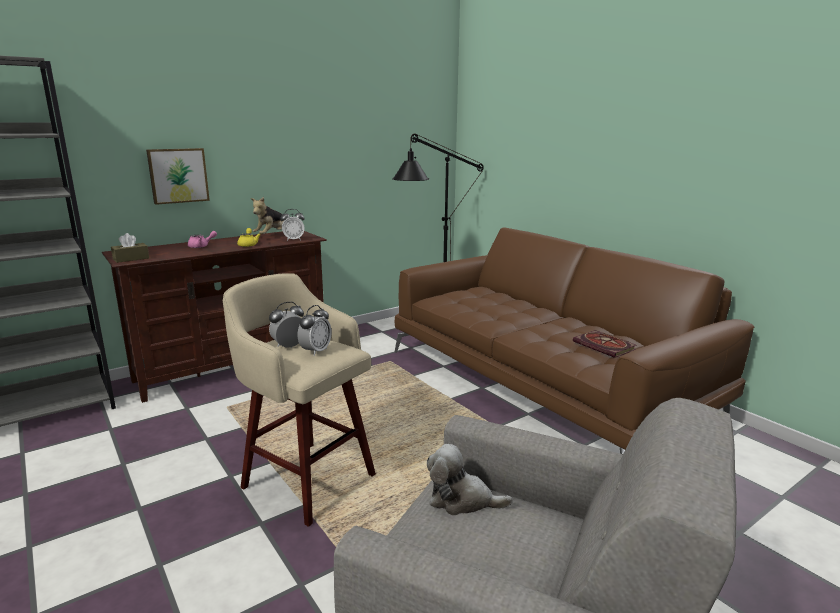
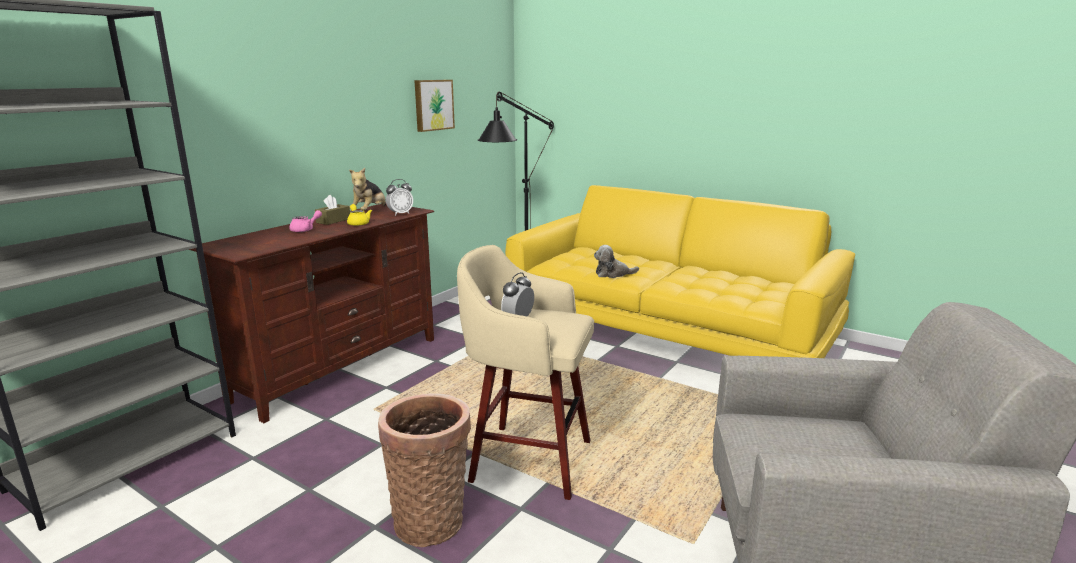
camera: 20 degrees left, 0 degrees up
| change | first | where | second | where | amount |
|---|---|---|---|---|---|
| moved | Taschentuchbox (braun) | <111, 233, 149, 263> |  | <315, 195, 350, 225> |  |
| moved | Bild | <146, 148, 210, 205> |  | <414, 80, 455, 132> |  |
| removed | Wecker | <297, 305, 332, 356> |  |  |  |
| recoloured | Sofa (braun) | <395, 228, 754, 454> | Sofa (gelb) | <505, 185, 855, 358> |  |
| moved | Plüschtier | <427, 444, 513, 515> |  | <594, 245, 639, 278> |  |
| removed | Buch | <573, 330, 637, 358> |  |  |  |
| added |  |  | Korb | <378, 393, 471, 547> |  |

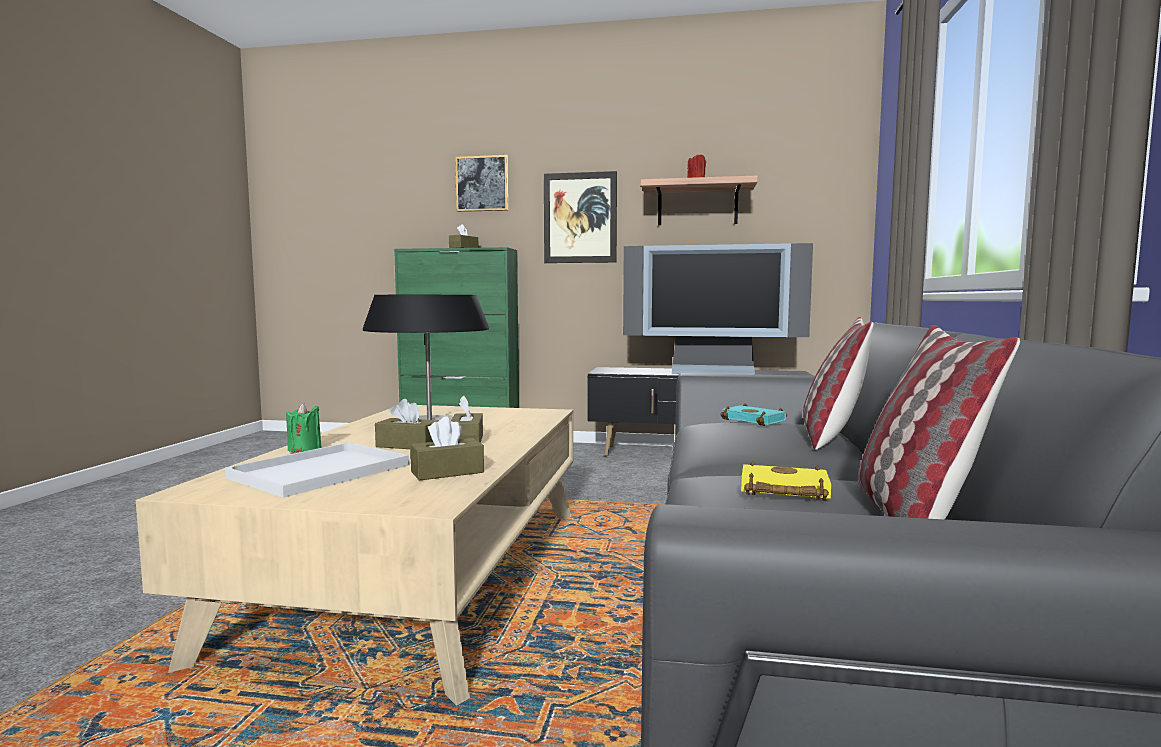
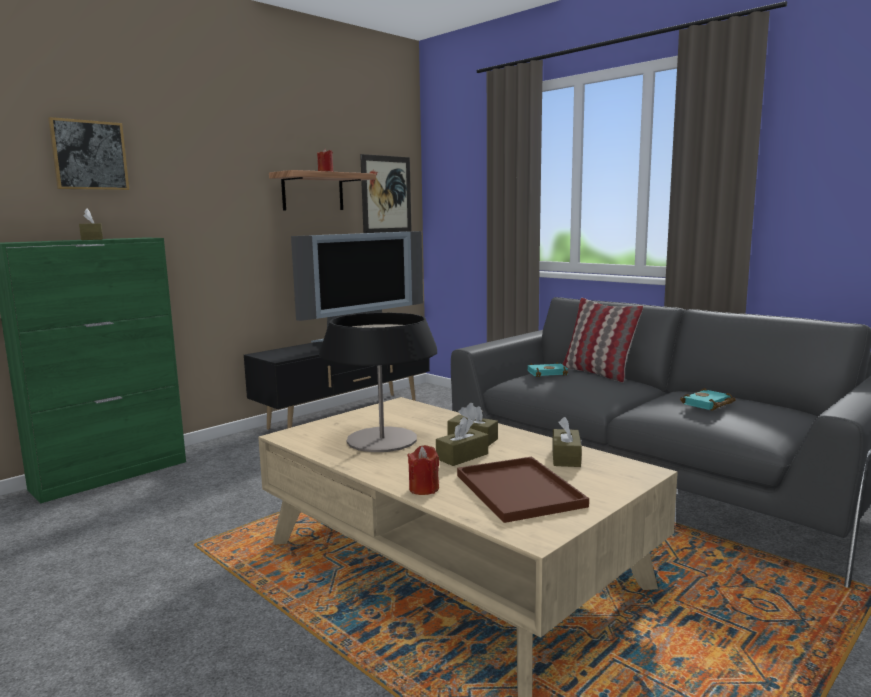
camera: 55 degrees left, 5 degrees up
| change | first | where | second | where | amount |
|---|---|---|---|---|---|
| recoloured | Tablett (weiß) | <225, 442, 409, 498> | Tablett (braun) | <457, 457, 589, 523> |  |
| recoloured | Kerze (grün) | <286, 403, 321, 452> | Kerze (rot) | <407, 445, 439, 495> |  |
| moved | Bild | <544, 171, 617, 263> |  | <360, 154, 412, 233> |  |
| recoloured | Buch (gelb) | <741, 461, 831, 501> | Buch (türkis) | <680, 388, 736, 411> |  |
| removed | Kissen | <858, 325, 1020, 519> |  |  |  |

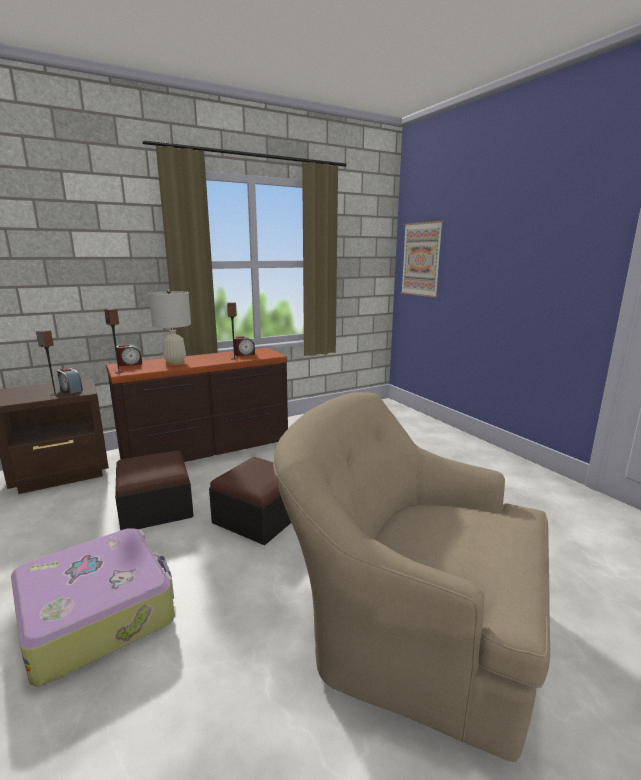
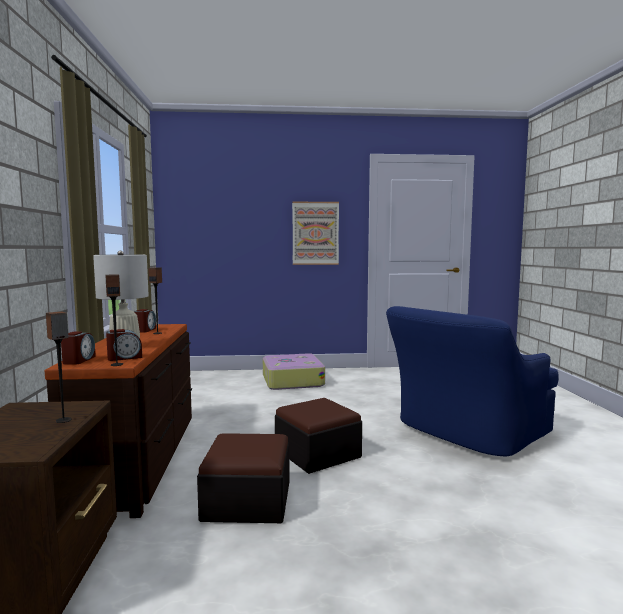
camera: 65 degrees left, 10 degrees down
| change | first | where | second | where | amount |
|---|---|---|---|---|---|
| moved | Koffer | <11, 528, 175, 687> |  | <263, 353, 325, 390> |  |
| moved | Wecker | <57, 368, 83, 394> |  | <106, 329, 142, 361> |  |
| recoloured | Sessel (beige) | <273, 392, 550, 762> | Sessel (blau) | <386, 306, 559, 457> |  |
| moved | Bild | <401, 221, 443, 297> |  | <292, 202, 339, 265> |  |

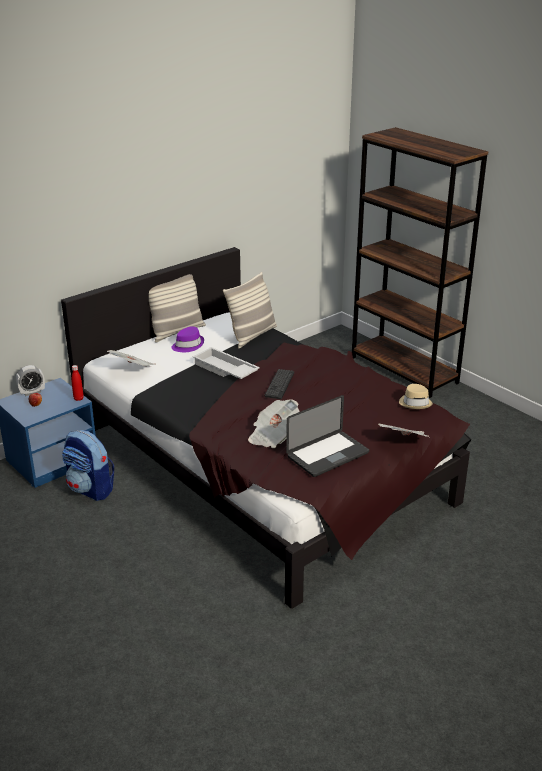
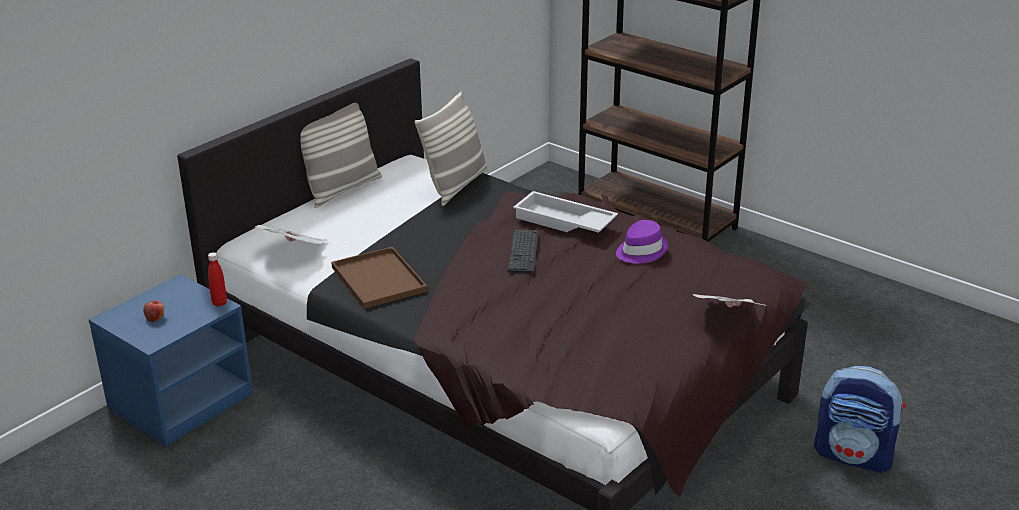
camera: 10 degrees left, 0 degrees up
| change | first | where | second | where | amount |
|---|---|---|---|---|---|
| removed | Wecker | <16, 365, 45, 396> |  |  |  |
| moved | Rucksack | <62, 430, 114, 501> |  | <814, 366, 906, 473> |  |
| moved | Hut (lila) | <171, 326, 204, 352> |  | <616, 220, 668, 263> |  |
| moved | Tablett (weiß) | <193, 347, 260, 379> |  | <513, 191, 618, 233> |  |
| removed | Zeitung | <248, 399, 300, 448> |  |  |  |
| removed | Laptop | <286, 395, 369, 477> |  |  |  |
| removed | Hut (beige) | <399, 384, 433, 409> |  |  |  |
| added |  |  | Tablett (braun) | <331, 247, 428, 309> |  |

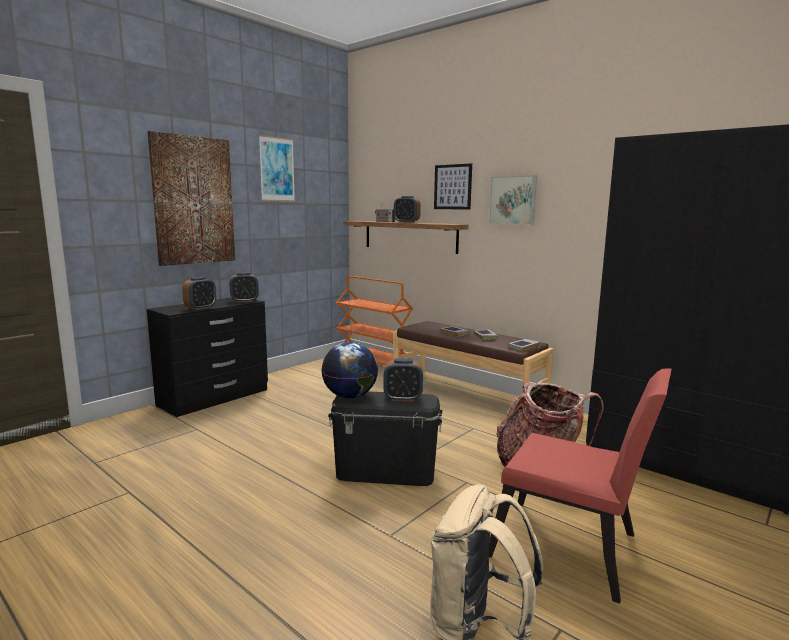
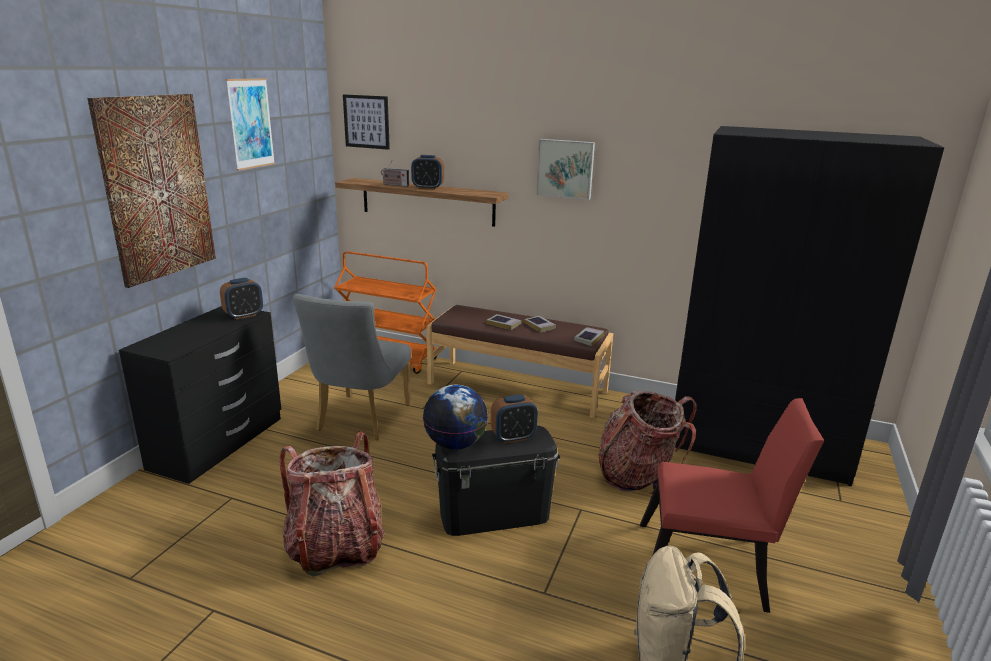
camera: 20 degrees left, 10 degrees up
| change | first | where | second | where | amount |
|---|---|---|---|---|---|
| removed | Wecker | <182, 277, 216, 310> |  |  |  |
| moved | Bild | <434, 163, 472, 210> |  | <343, 94, 390, 150> |  |
| added |  |  | Rucksack | <280, 431, 385, 577> |  |
| added |  |  | Stuhl (grau) | <293, 294, 411, 440> |  |

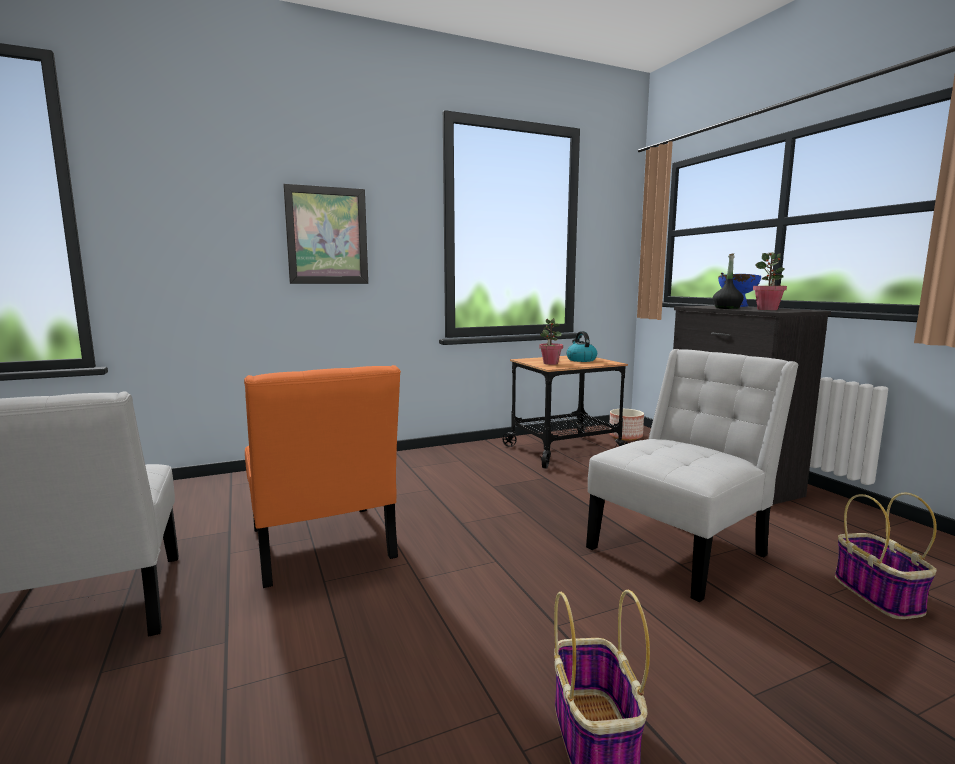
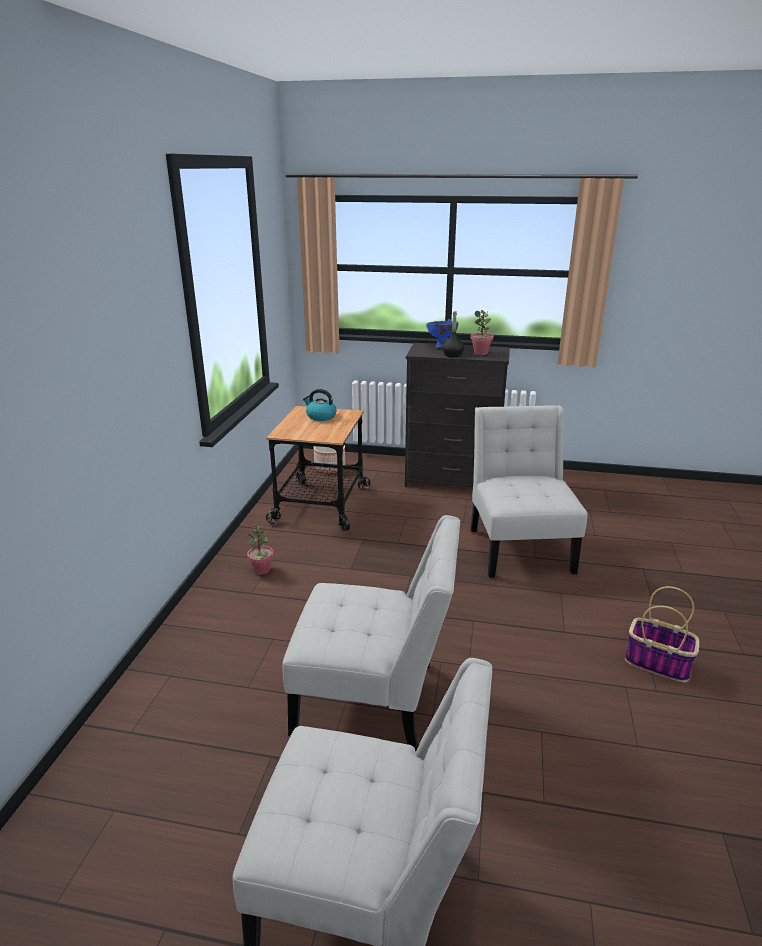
camera: 55 degrees left, 15 degrees up
| change | first | where | second | where | amount |
|---|---|---|---|---|---|
| recoloured | Stuhl (orange) | <244, 365, 401, 588> | Stuhl (weiß) | <282, 515, 460, 751> |  |
| removed | Bild | <283, 184, 368, 284> |  |  |  |
| moved | Topfpflanze | <539, 318, 563, 365> |  | <247, 524, 274, 575> |  |
| removed | Korb | <835, 493, 937, 619> |  |  |  |

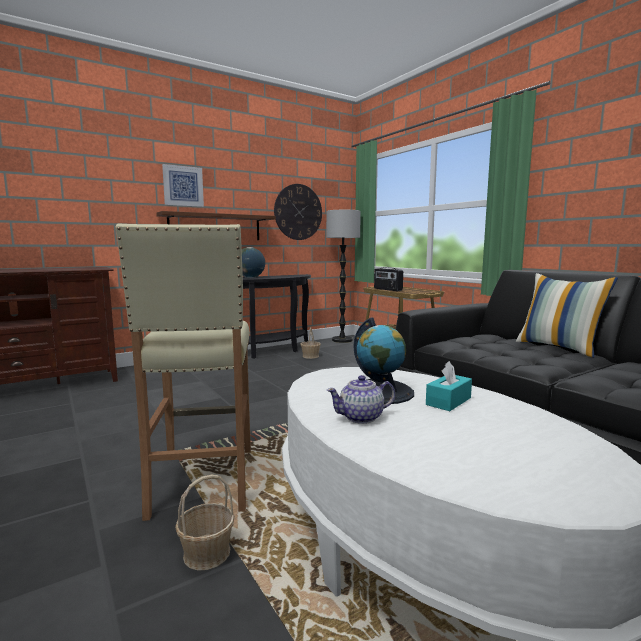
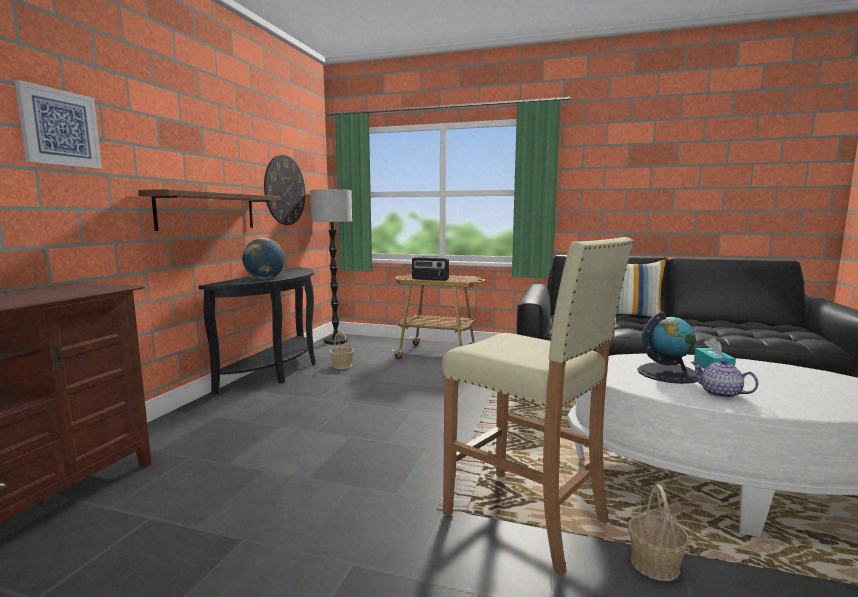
camera: 40 degrees left, 0 degrees up
| change | first | where | second | where | amount |
|---|---|---|---|---|---|
| moved | Bild | <162, 164, 204, 207> |  | <15, 80, 102, 169> |  |
| turned | Teekanne | <326, 375, 395, 424> |  | <691, 359, 758, 398> | 105 degrees clockwise |

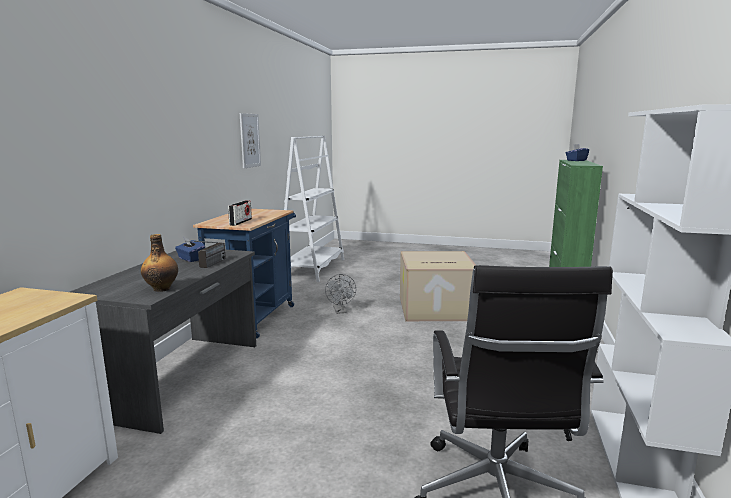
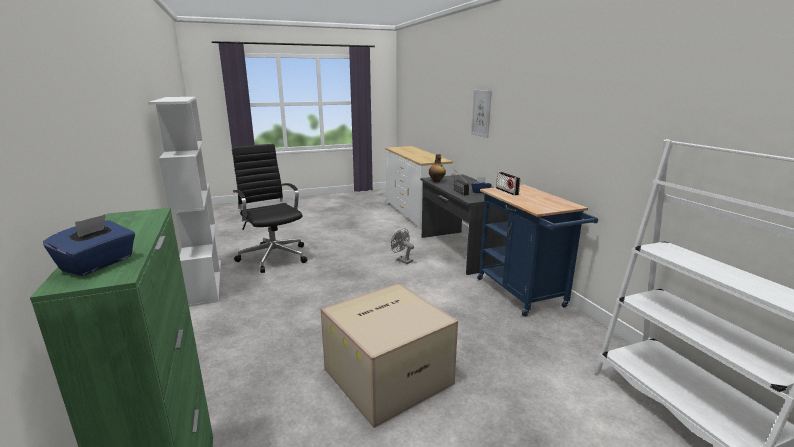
camera: 145 degrees right, 5 degrees up
| change | first | where | second | where | amount |
|---|---|---|---|---|---|
| moved | Bild | <240, 113, 261, 168> |  | <471, 90, 492, 138> |  |
| moved | Ventilator (grau) | <325, 274, 356, 314> |  | <391, 229, 414, 264> |  |

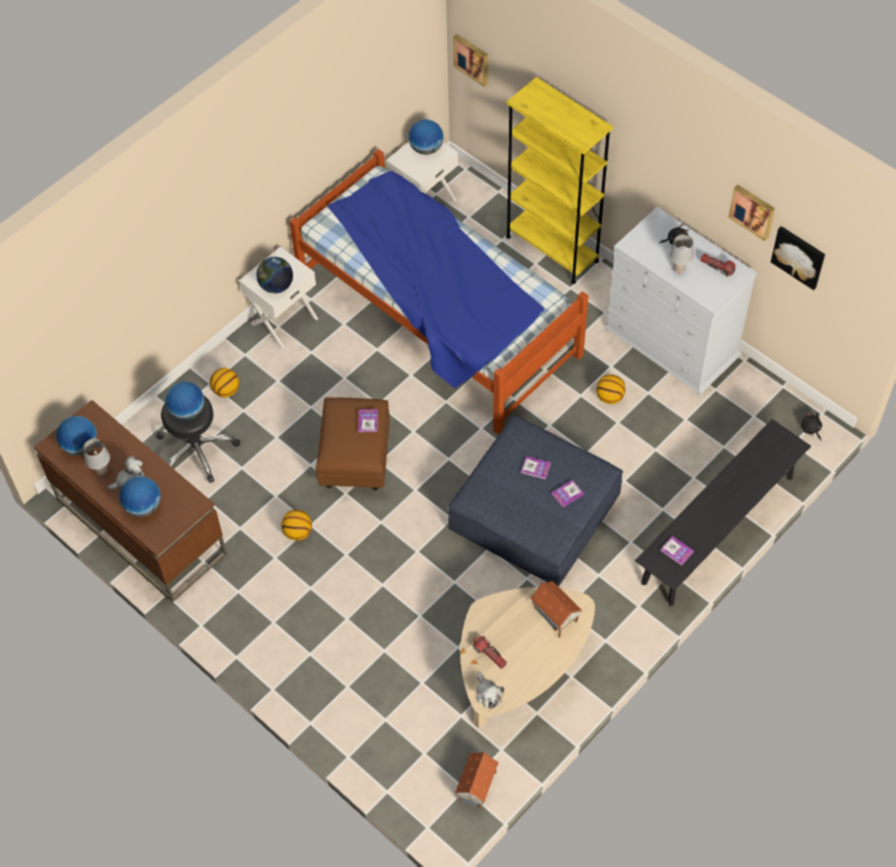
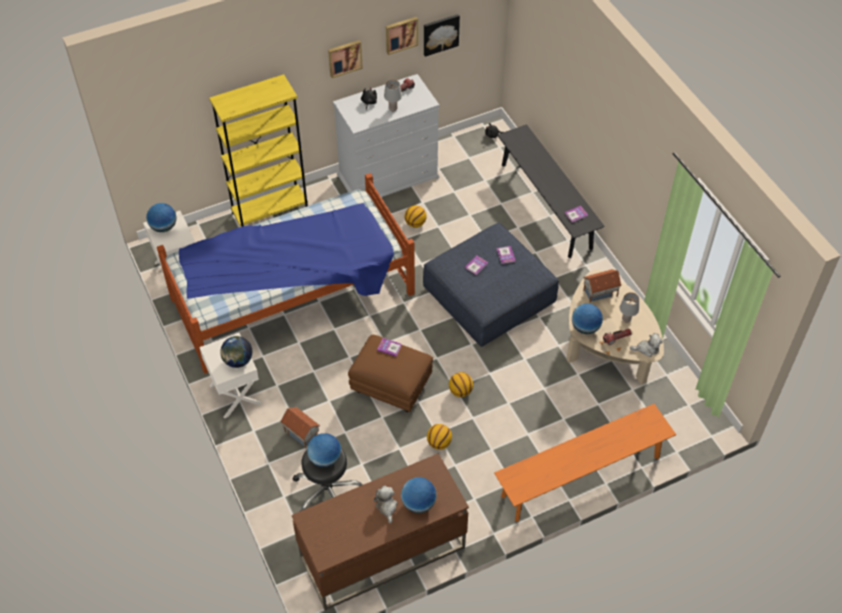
camera: 70 degrees left, 5 degrees down
| change | first | where | second | where | amount |
|---|---|---|---|---|---|
| moved | Globus | <56, 416, 97, 456> |  | <572, 303, 603, 334> |  |
| moved | Tischlampe (grau) | <83, 439, 110, 475> |  | <620, 292, 639, 323> |  |
| moved | Basketball | <210, 368, 239, 398> |  | <449, 372, 473, 397> |  |
| moved | Bild | <453, 34, 488, 87> |  | <328, 40, 363, 78> |  |
| moved | Spielzeughaus | <455, 752, 499, 809> |  | <280, 407, 320, 448> |  |
| added |  |  | Bank (orange) | <494, 404, 676, 522> |  |

